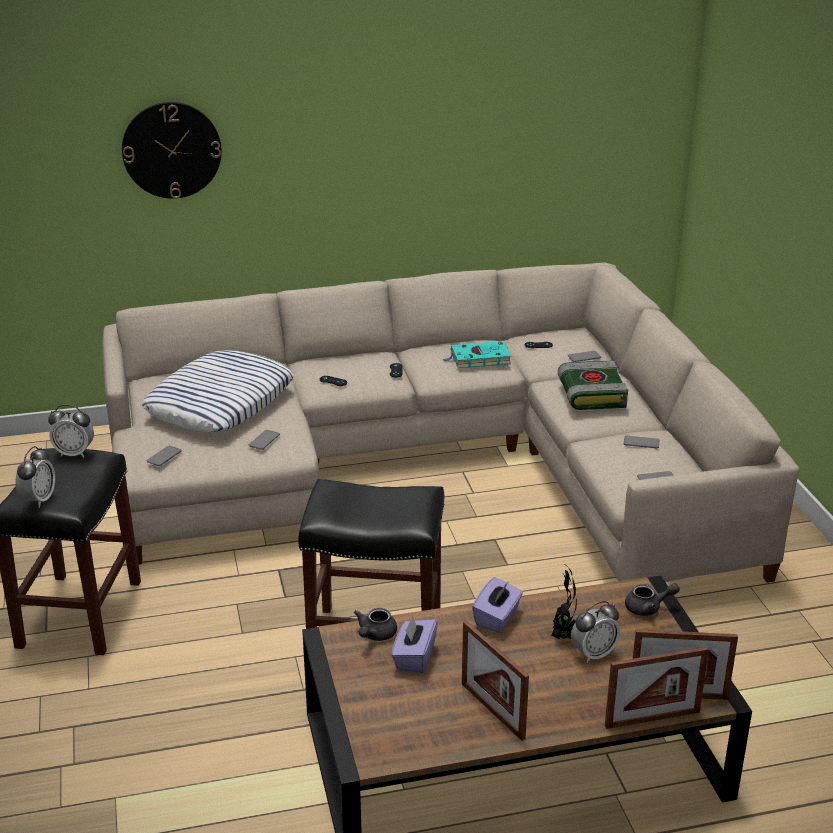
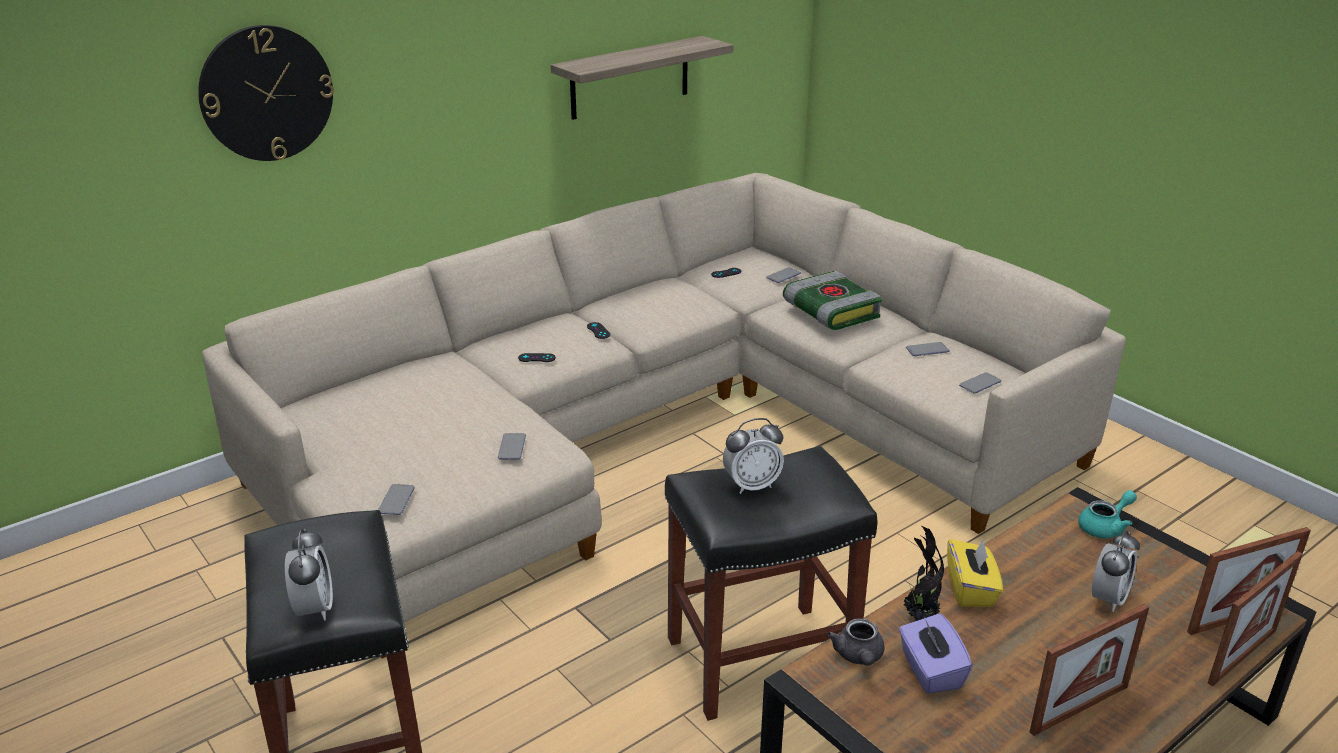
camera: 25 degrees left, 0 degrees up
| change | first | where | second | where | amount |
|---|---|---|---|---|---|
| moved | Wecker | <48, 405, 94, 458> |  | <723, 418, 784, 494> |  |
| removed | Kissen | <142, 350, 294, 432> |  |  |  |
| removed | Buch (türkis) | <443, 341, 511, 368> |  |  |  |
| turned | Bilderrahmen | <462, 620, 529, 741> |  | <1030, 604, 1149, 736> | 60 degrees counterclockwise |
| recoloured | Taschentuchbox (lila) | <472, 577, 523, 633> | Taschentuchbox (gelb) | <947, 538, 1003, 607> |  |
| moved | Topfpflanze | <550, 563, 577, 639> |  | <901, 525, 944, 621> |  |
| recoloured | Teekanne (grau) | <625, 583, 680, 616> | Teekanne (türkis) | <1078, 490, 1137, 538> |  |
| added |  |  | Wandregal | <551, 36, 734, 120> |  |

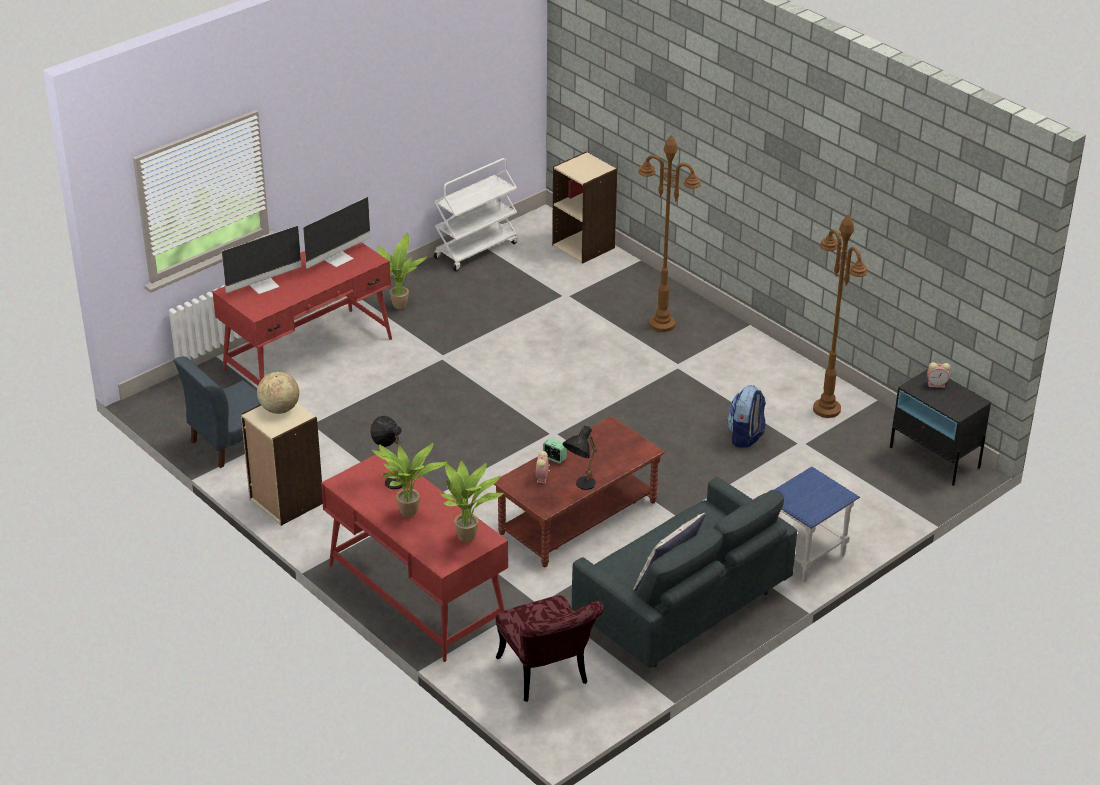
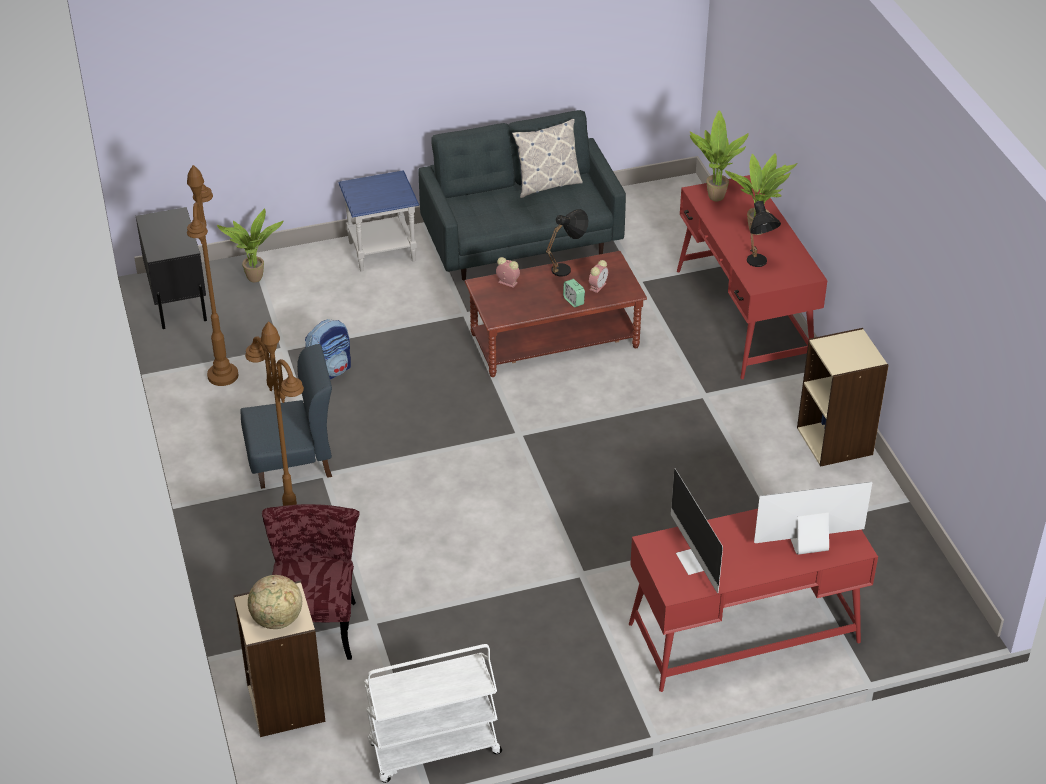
camera: 155 degrees left, 5 degrees up
| change | first | where | second | where | amount |
|---|---|---|---|---|---|
| moved | Stuhl (blau) | <174, 356, 260, 468> |  | <241, 344, 332, 489> |  |
| moved | Globus | <257, 372, 299, 414> |  | <248, 575, 302, 629> |  |
| turned | Monitor | <303, 197, 371, 269> |  | <671, 468, 723, 593> | 90 degrees counterclockwise |
| moved | Topfpflanze | <377, 233, 427, 309> |  | <217, 208, 283, 282> |  |
| moved | Stuhl (rot) | <496, 595, 604, 702> |  | <262, 504, 360, 660> |  |
| moved | Wecker | <927, 362, 950, 388> |  | <496, 257, 520, 288> |  |

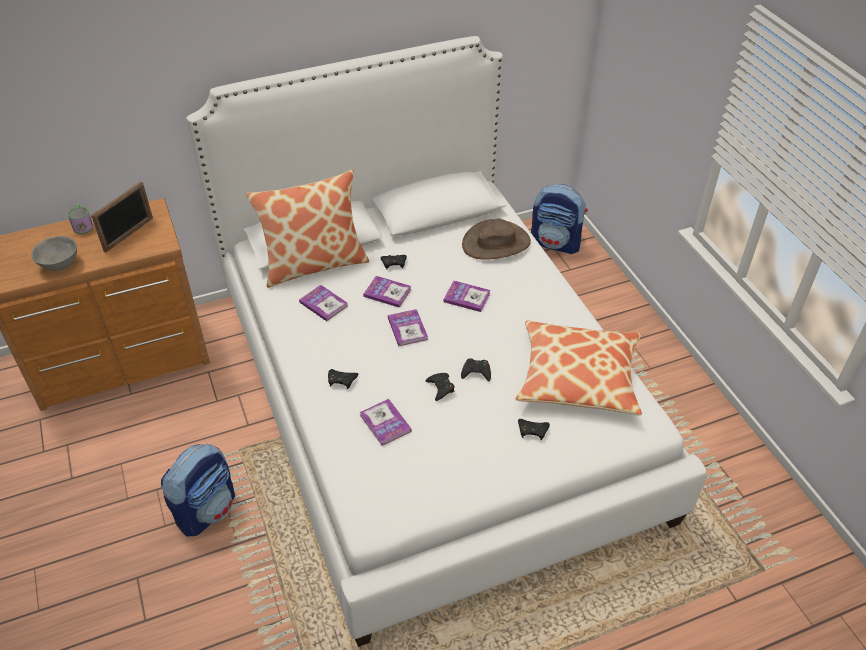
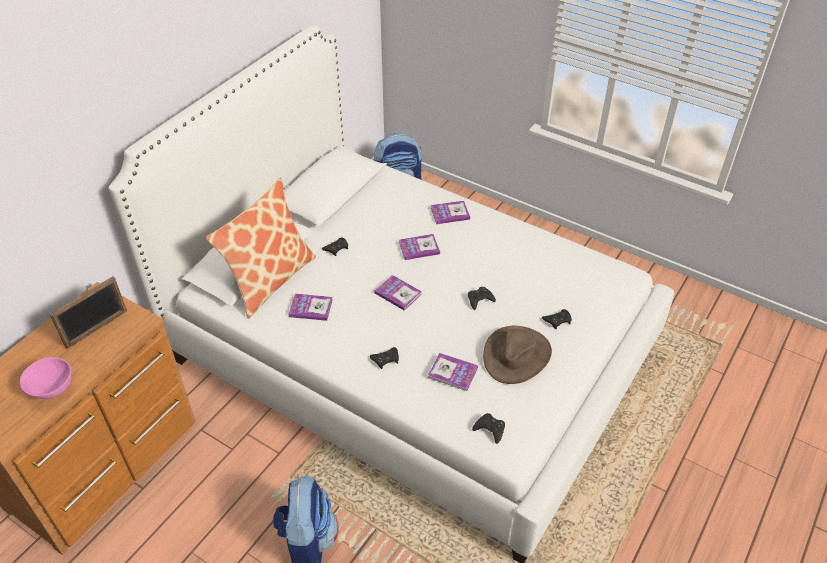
camera: 35 degrees left, 0 degrees up
| change | first | where | second | where | amount |
|---|---|---|---|---|---|
| recoloured | Schüssel (grau) | <31, 236, 77, 271> | Schüssel (rosa) | <20, 357, 72, 399> |  |
| removed | Henkelbecher | <68, 204, 93, 234> |  |  |  |
| turned | Bilderrahmen | <91, 181, 153, 253> |  | <50, 276, 127, 349> | 45 degrees clockwise |
| moved | Buch | <363, 276, 411, 308> |  | <431, 201, 470, 224> |  |
| moved | Gamepad (schwarz) | <426, 373, 454, 401> |  | <472, 413, 505, 444> |  |
| moved | Hut (braun) | <462, 219, 531, 260> |  | <483, 326, 552, 384> |  |
| removed | Kissen | <516, 321, 642, 415> |  |  |  |

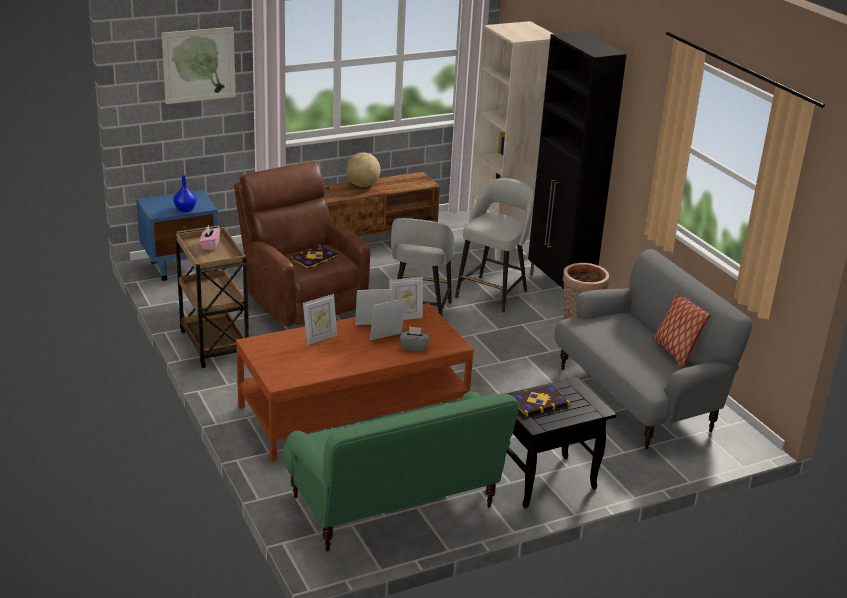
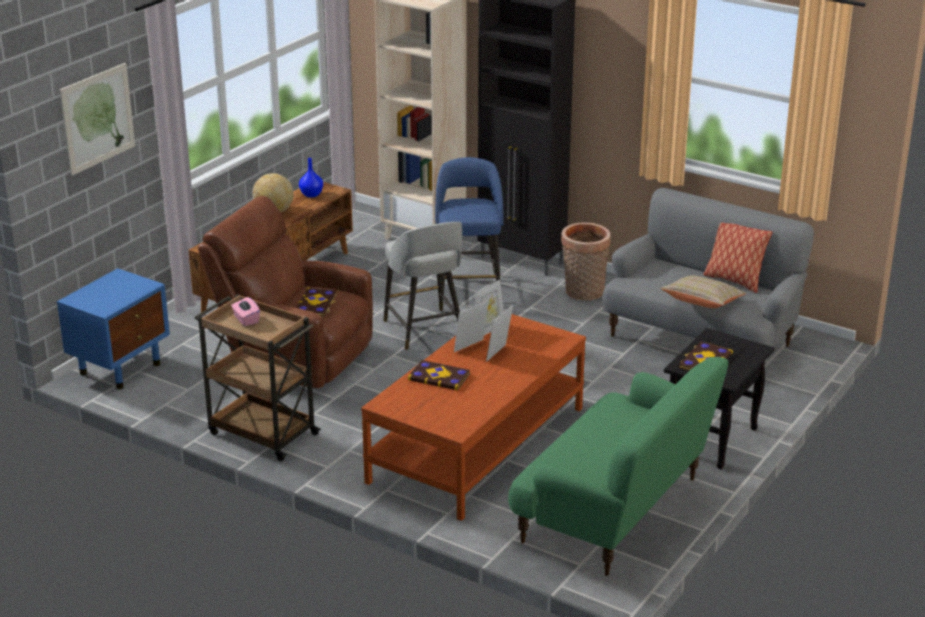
camera: 30 degrees left, 0 degrees up
| change | first | where | second | where | amount |
|---|---|---|---|---|---|
| moved | Vase (blau) | <173, 175, 196, 212> |  | <299, 158, 323, 198> |  |
| replaced | Bilderrahmen | <303, 294, 337, 345> | Buch | <408, 360, 470, 391> |  |
| removed | Taschentuchbox (grau) | <400, 326, 429, 351> |  |  |  |
| recoloured | Hocker (grau) | <455, 178, 534, 313> | Hocker (blau) | <435, 157, 504, 295> |  |
| added |  |  | Kissen (beige) | <660, 275, 746, 308> |  |

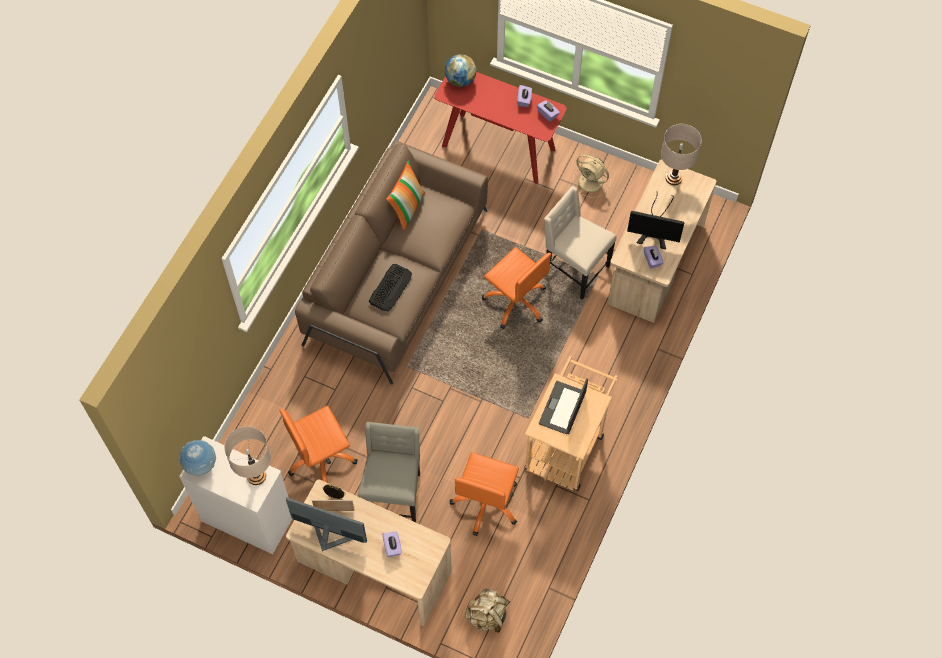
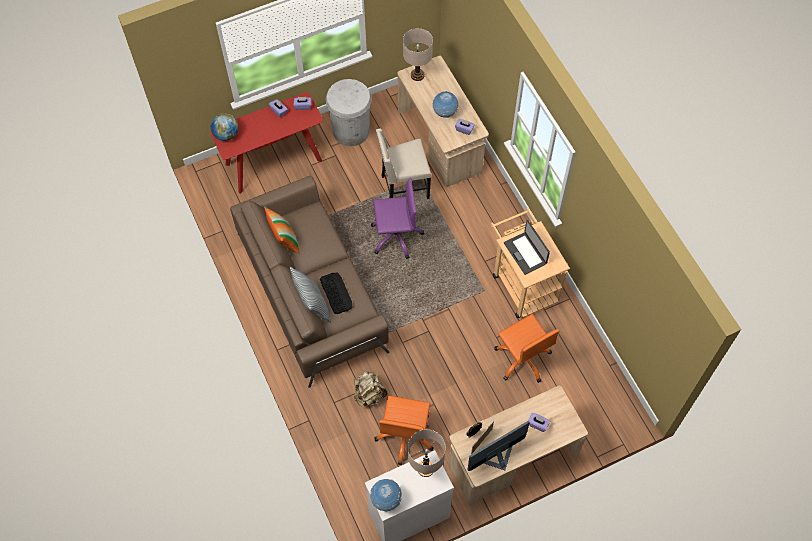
camera: 50 degrees left, 0 degrees up
| change | first | where | second | where | amount |
|---|---|---|---|---|---|
| removed | Stuhl (grau) | <358, 422, 420, 522> |  |  |  |
| moved | Rucksack (beige) | <465, 589, 510, 633> |  | <354, 371, 387, 406> |  |
| recoloured | Bürostuhl (orange) | <482, 247, 552, 329> | Bürostuhl (lila) | <371, 178, 424, 259> |  |
| replaced | Ventilator (beige) | <573, 154, 610, 198> | Mülleimer (weiß) | <326, 79, 372, 147> |  |
| replaced | Monitor | <627, 192, 685, 249> | Globus | <432, 91, 458, 118> |  |
| added |  |  | Kissen | <290, 267, 331, 323> |  |

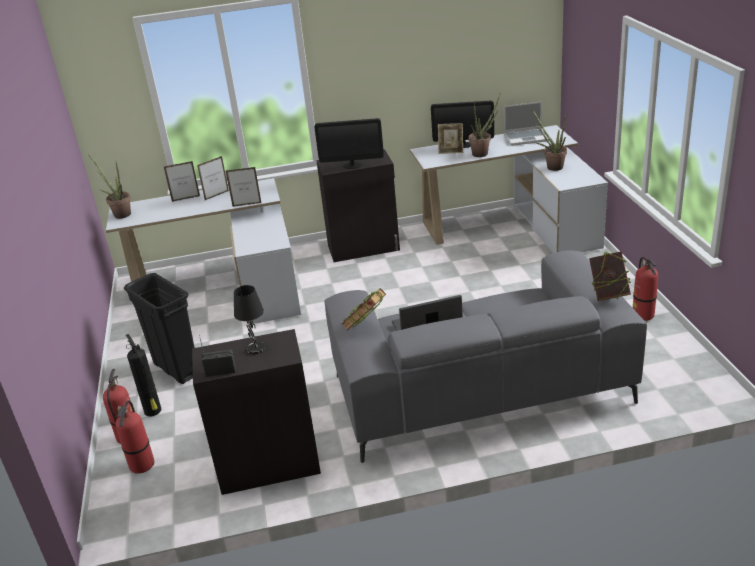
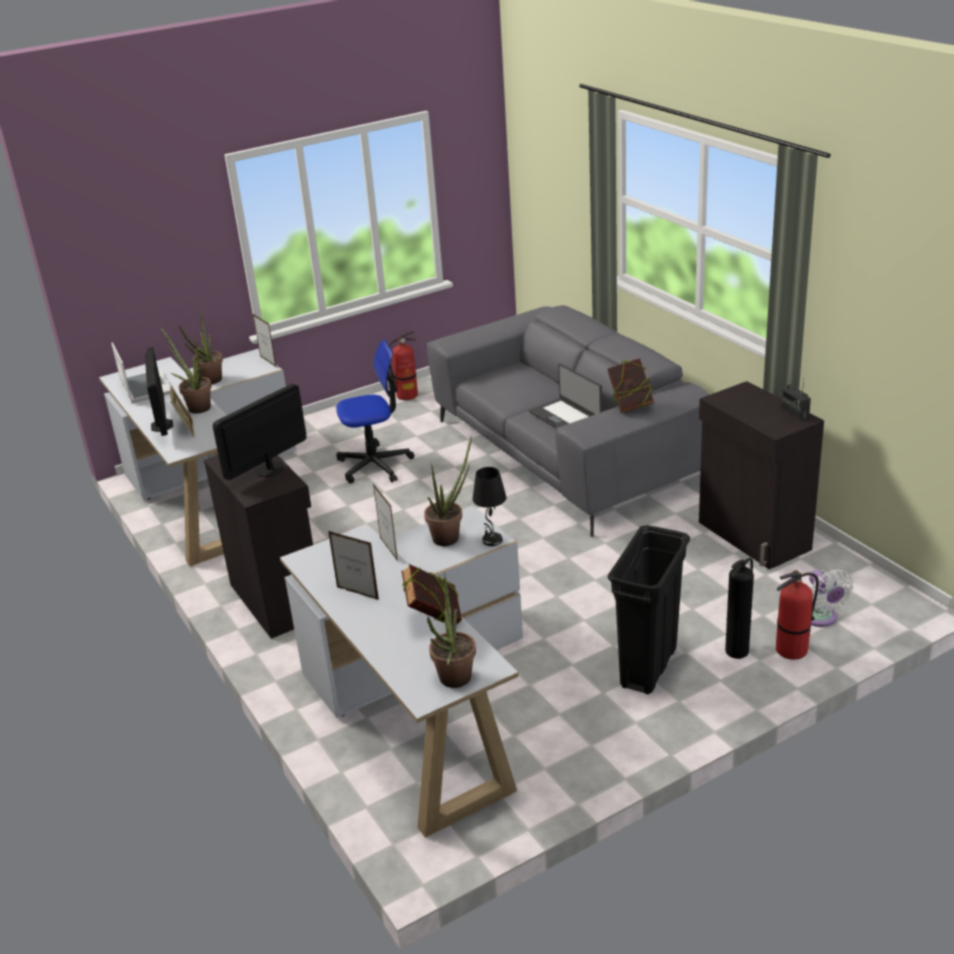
camera: 110 degrees left, 0 degrees up
| change | first | where | second | where | amount |
|---|---|---|---|---|---|
| replaced | Feuerlöscher | <116, 401, 154, 474> | Ventilator (weiß) | <809, 569, 854, 627> |  |
| moved | Bilderrahmen | <164, 161, 200, 202> |  | <253, 314, 276, 367> |  |
| moved | Tischlampe (schwarz) | <234, 285, 265, 354> |  | <472, 467, 506, 546> |  |
| turned | Monitor | <314, 118, 384, 169> |  | <213, 384, 306, 480> | 120 degrees counterclockwise |
| moved | Buch | <589, 251, 631, 301> |  | <402, 564, 462, 625> |  |
| added |  |  | Bürostuhl | <336, 339, 415, 483> |  |
| added |  |  | Topfpflanze | <424, 436, 472, 546> |  |

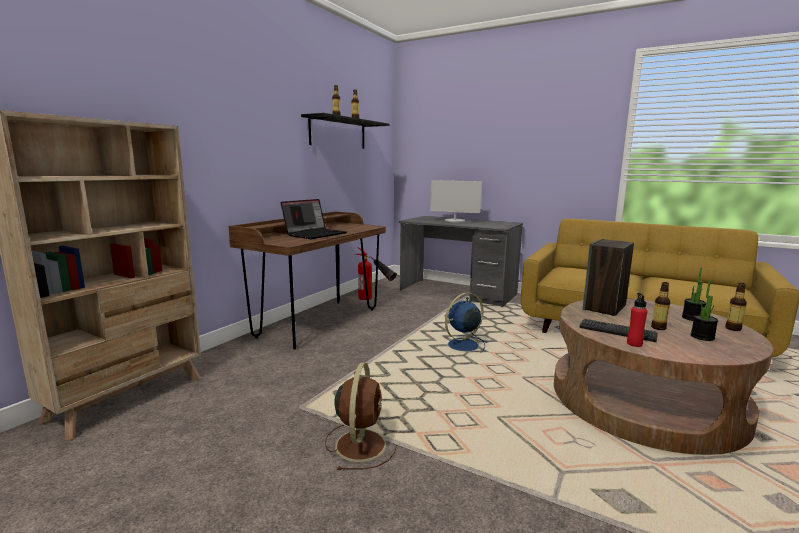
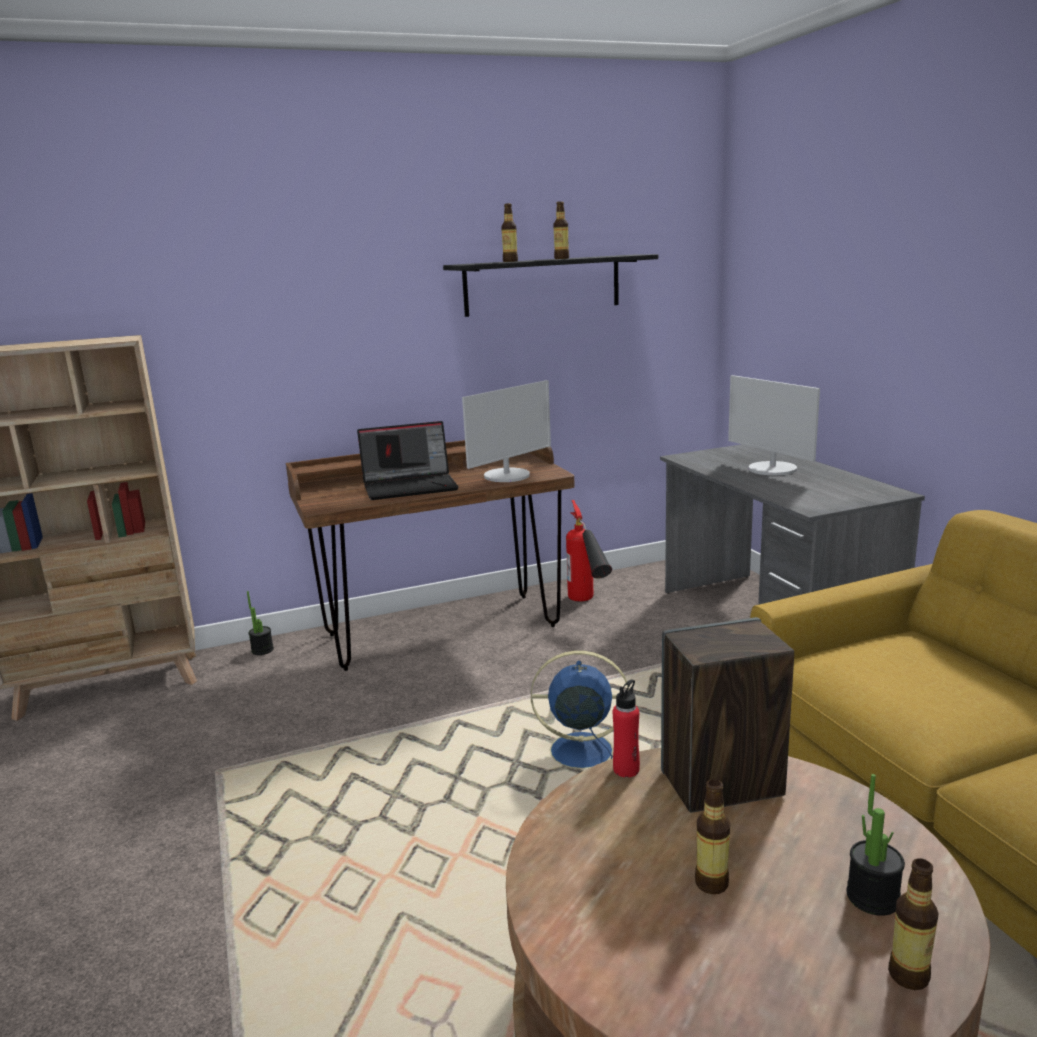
camera: 40 degrees right, 5 degrees up
| change | first | where | second | where | amount |
|---|---|---|---|---|---|
| removed | Ventilator (braun) | <325, 363, 397, 470> |  |  |  |
| removed | Tastatur | <579, 319, 658, 342> |  |  |  |
| moved | Flasche (rot) | <627, 293, 648, 347> |  | <613, 679, 640, 778> |  |
| moved | Topfpflanze | <691, 280, 718, 341> |  | <247, 591, 274, 655> |  |
| added |  |  | Monitor | <462, 380, 551, 482> |  |

